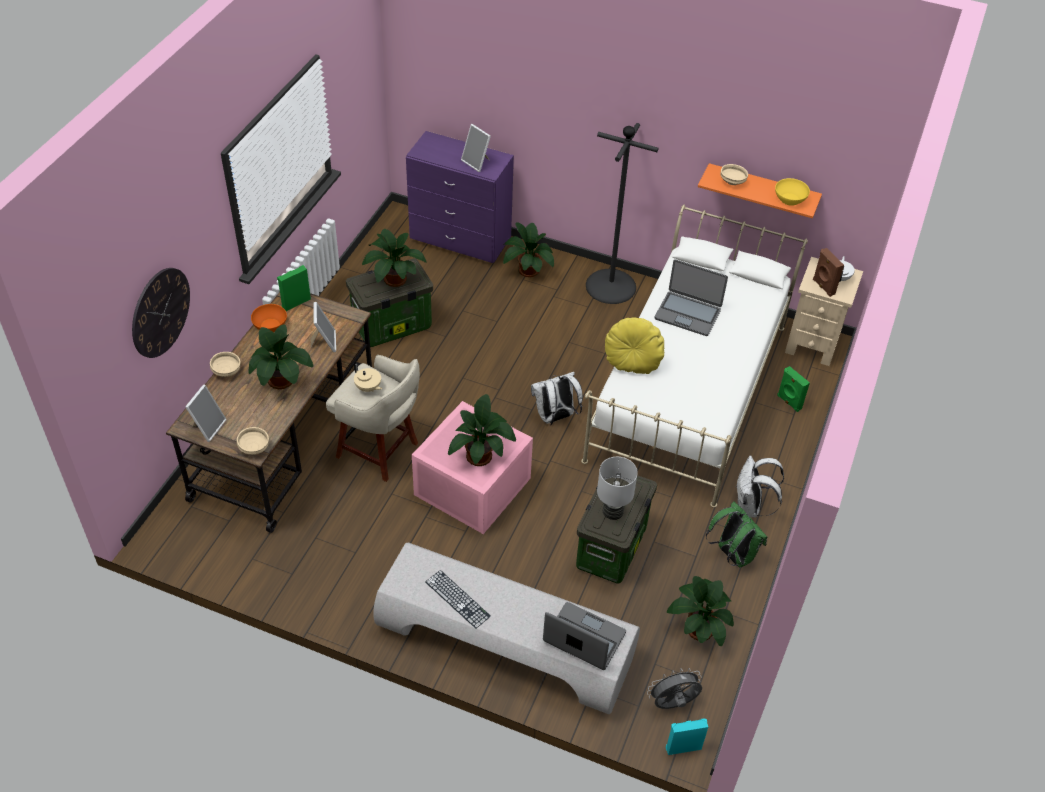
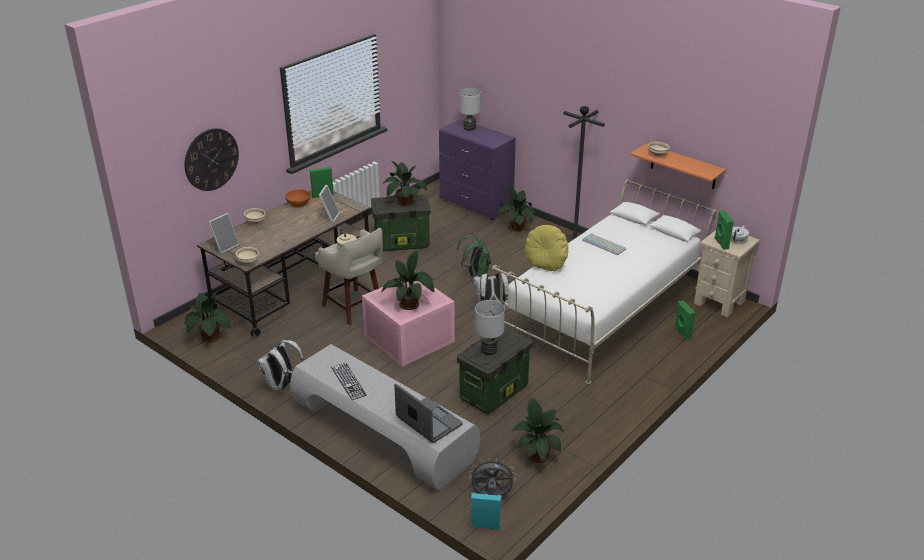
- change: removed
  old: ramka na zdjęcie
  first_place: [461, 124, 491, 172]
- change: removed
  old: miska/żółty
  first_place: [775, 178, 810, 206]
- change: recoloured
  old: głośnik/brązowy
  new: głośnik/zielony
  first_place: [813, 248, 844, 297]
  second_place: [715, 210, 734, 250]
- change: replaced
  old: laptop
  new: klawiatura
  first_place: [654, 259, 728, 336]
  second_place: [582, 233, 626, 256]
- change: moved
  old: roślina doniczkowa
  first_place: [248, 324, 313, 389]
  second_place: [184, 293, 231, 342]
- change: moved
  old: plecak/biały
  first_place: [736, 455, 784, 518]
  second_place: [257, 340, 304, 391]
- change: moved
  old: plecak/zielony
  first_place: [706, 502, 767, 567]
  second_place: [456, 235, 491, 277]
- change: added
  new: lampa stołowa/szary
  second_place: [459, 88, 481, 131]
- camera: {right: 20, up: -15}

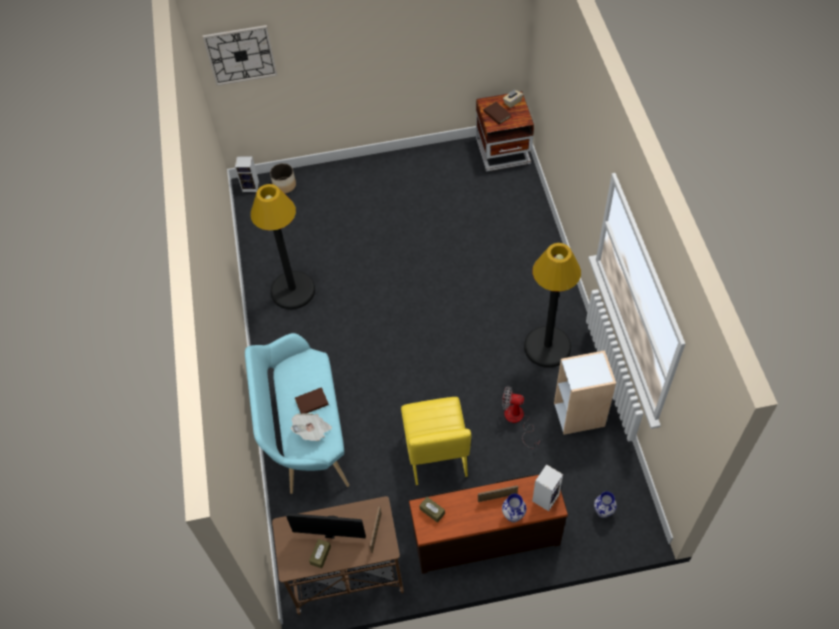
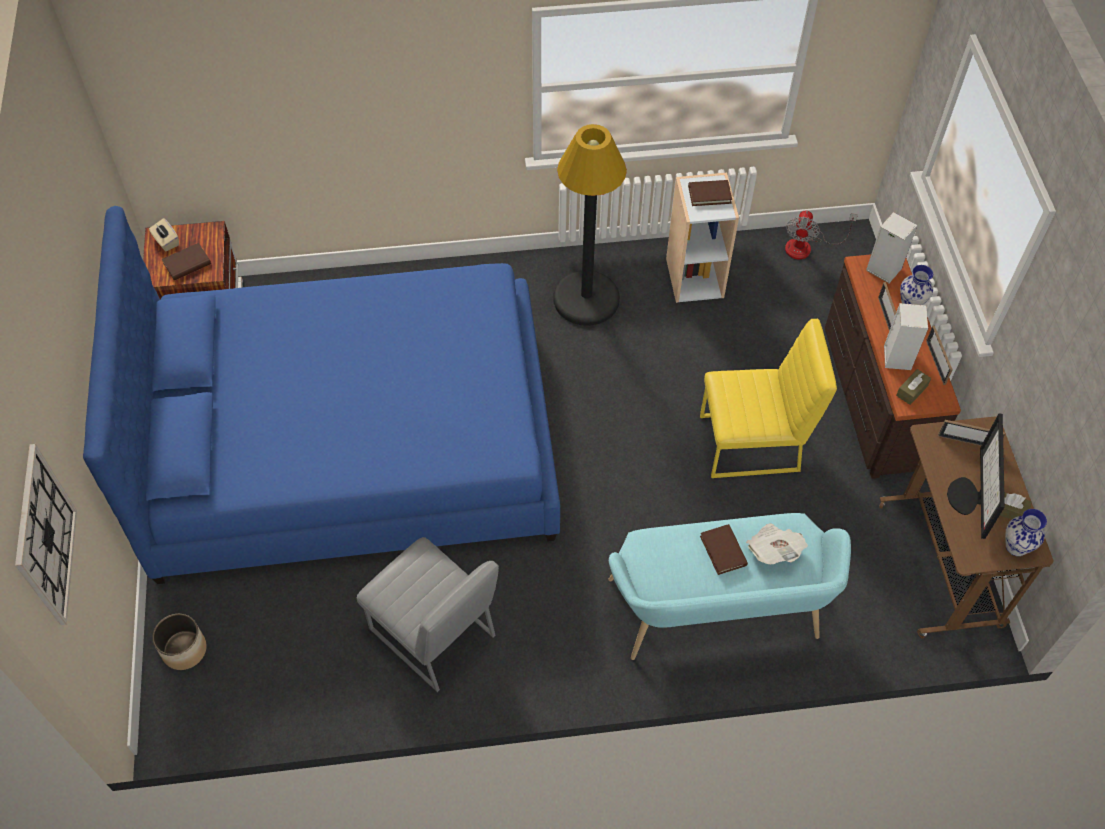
- change: moved
  old: głośnik
  first_place: [235, 156, 259, 192]
  second_place: [884, 303, 928, 370]
- change: replaced
  old: lampa stojąca/czarny
  new: krzesło/szary
  first_place: [251, 184, 315, 309]
  second_place: [357, 537, 499, 692]
- change: moved
  old: wentylator
  first_place: [502, 386, 540, 449]
  second_place: [785, 211, 858, 259]
- change: moved
  old: wazon
  first_place: [594, 491, 617, 518]
  second_place: [1005, 509, 1047, 556]
- change: added
  new: książka/brązowy
  second_place: [688, 180, 732, 206]
- change: added
  new: łóżko/niebieski
  second_place: [83, 206, 560, 584]
- change: added
  new: ramka na zdjęcie
  second_place: [926, 326, 953, 385]
- camera: {right: -90, up: 0}

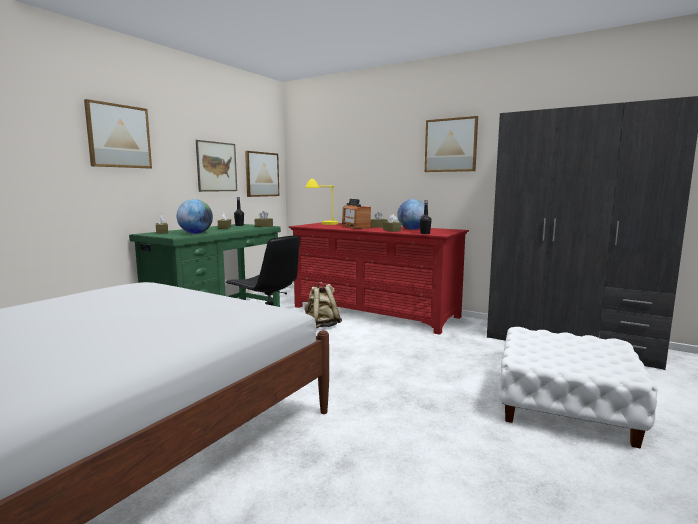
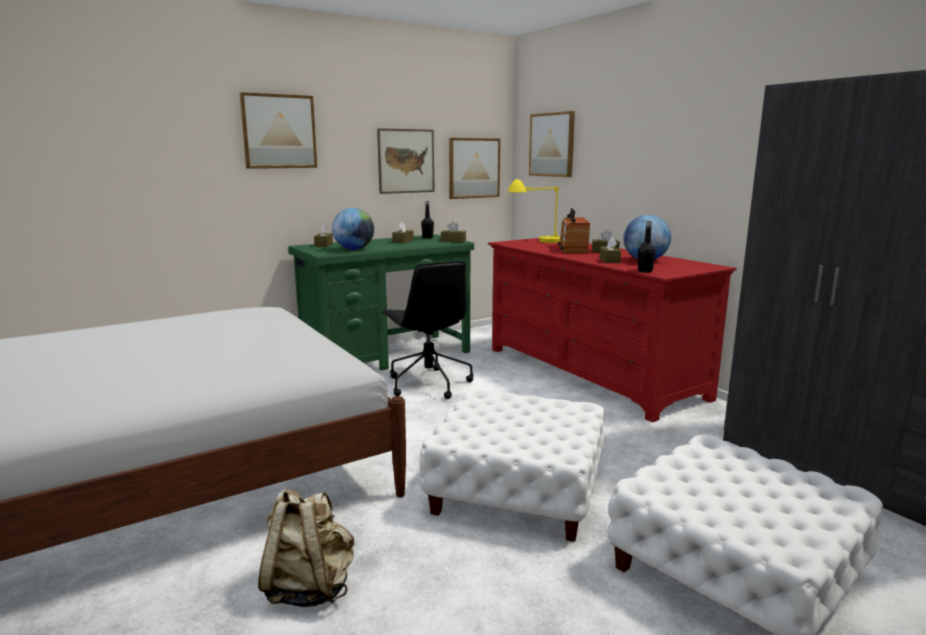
- change: moved
  old: obraz
  first_place: [425, 116, 478, 172]
  second_place: [529, 111, 575, 177]
- change: moved
  old: plecak/beżowy
  first_place: [304, 282, 342, 328]
  second_place: [258, 489, 354, 607]
- change: added
  new: pufa/biały
  second_place: [419, 389, 605, 542]
- camera: {right: 25, up: 5}

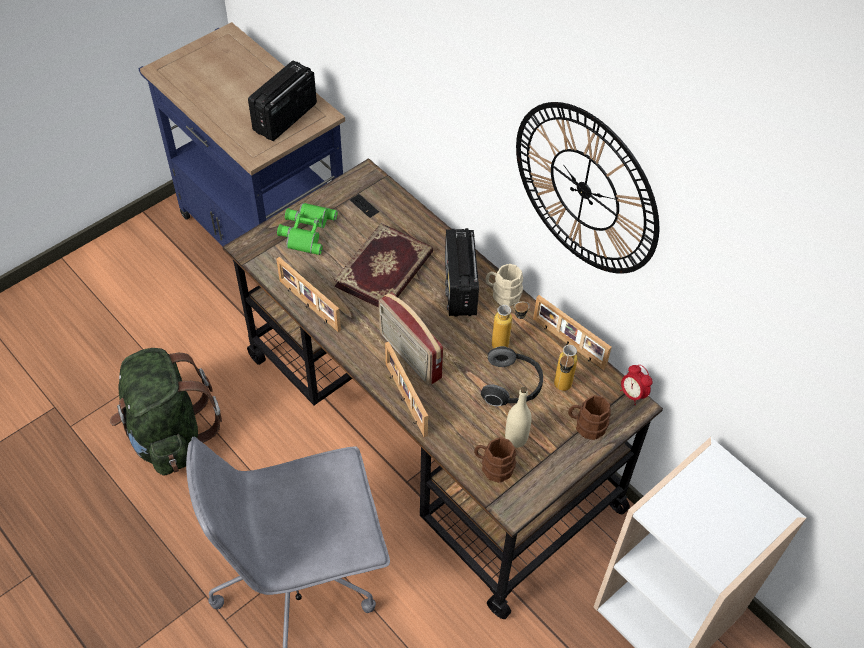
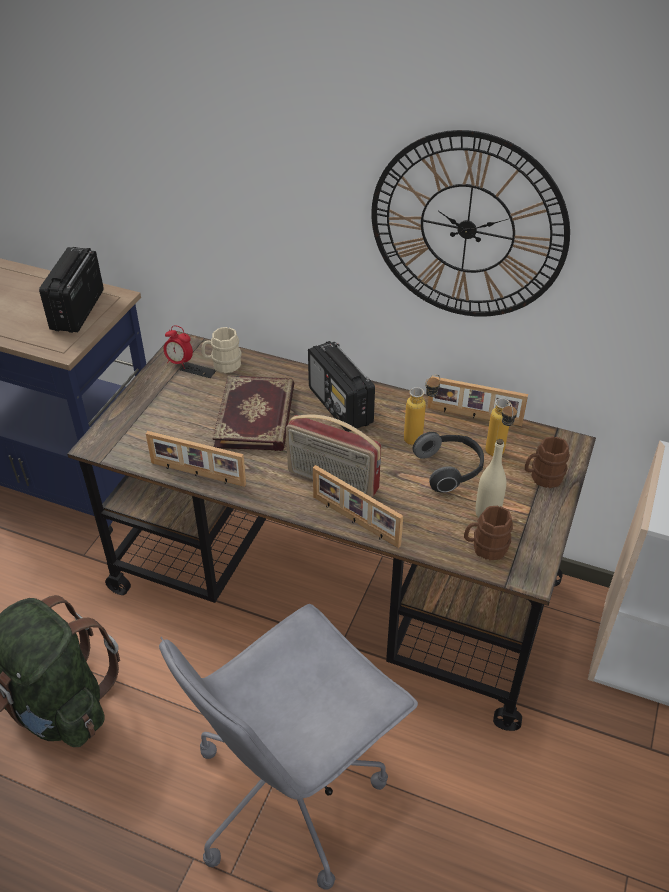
- change: removed
  old: lornetka/zielony
  first_place: [277, 203, 338, 255]
- change: moved
  old: kubek/beżowy
  first_place: [485, 264, 523, 306]
  second_place: [201, 327, 242, 373]
- change: moved
  old: budzik
  first_place: [620, 365, 653, 405]
  second_place: [164, 325, 193, 369]
- camera: {right: -25, up: -10}

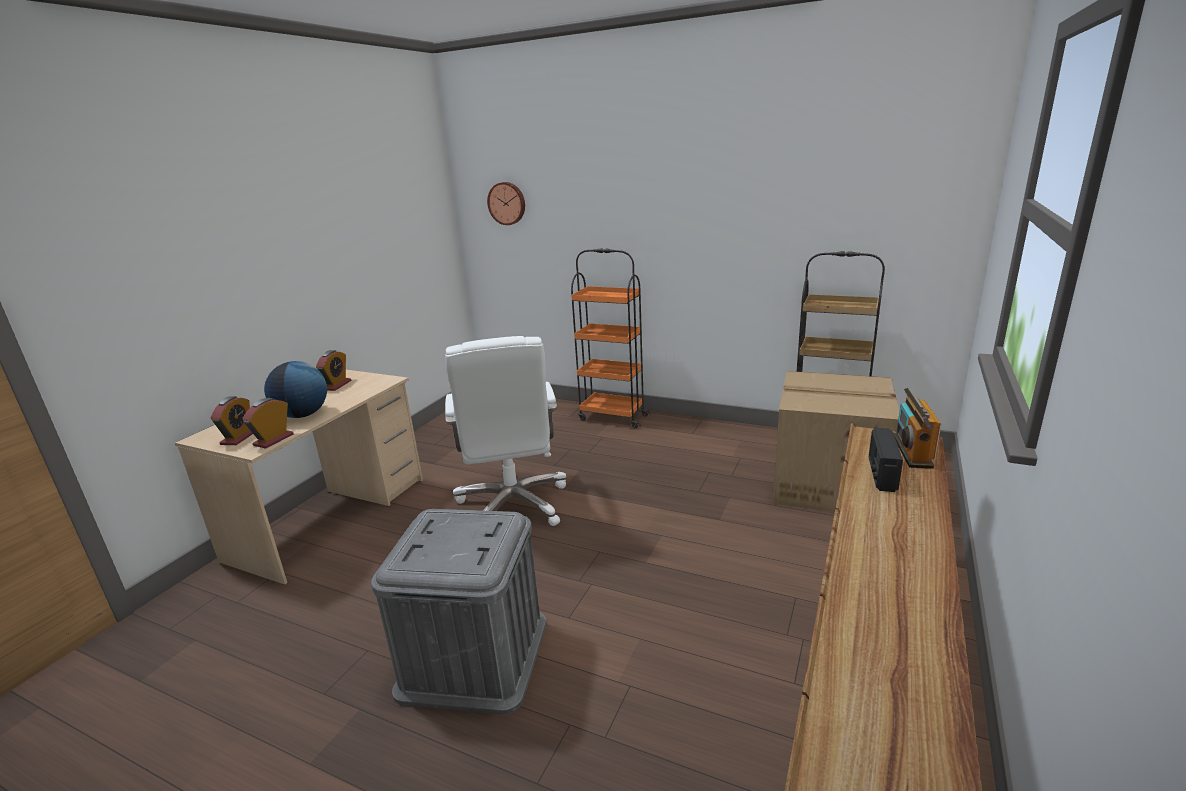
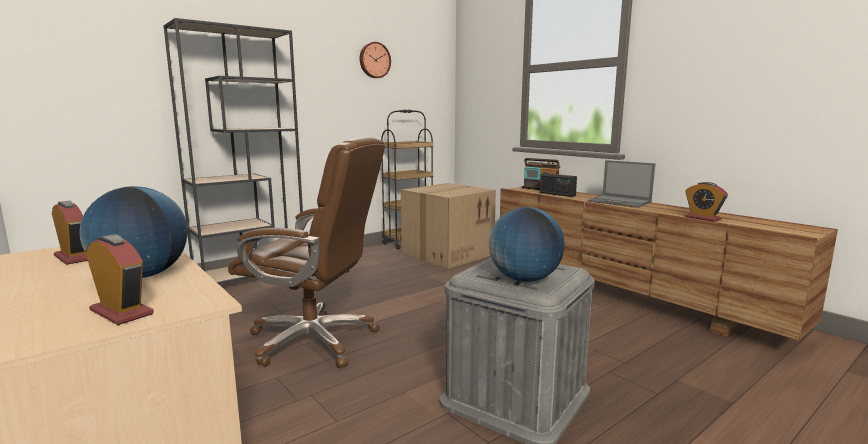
- change: moved
  old: zegar ścienny
  first_place: [487, 182, 525, 225]
  second_place: [360, 42, 391, 78]
- change: replaced
  old: wózek/pomarańczowy
  new: regał
  first_place: [571, 248, 651, 428]
  second_place: [163, 18, 303, 284]
- change: recoloured
  old: krzesło biurowe/biały
  new: krzesło biurowe/brązowy
  first_place: [445, 336, 566, 526]
  second_place: [228, 137, 385, 368]
- change: moved
  old: budzik
  first_place: [242, 398, 294, 449]
  second_place: [685, 182, 728, 222]
- change: added
  new: laptop
  second_place: [588, 160, 655, 208]
- change: added
  new: globus
  second_place: [489, 207, 564, 282]
- camera: {right: -65, up: -10}

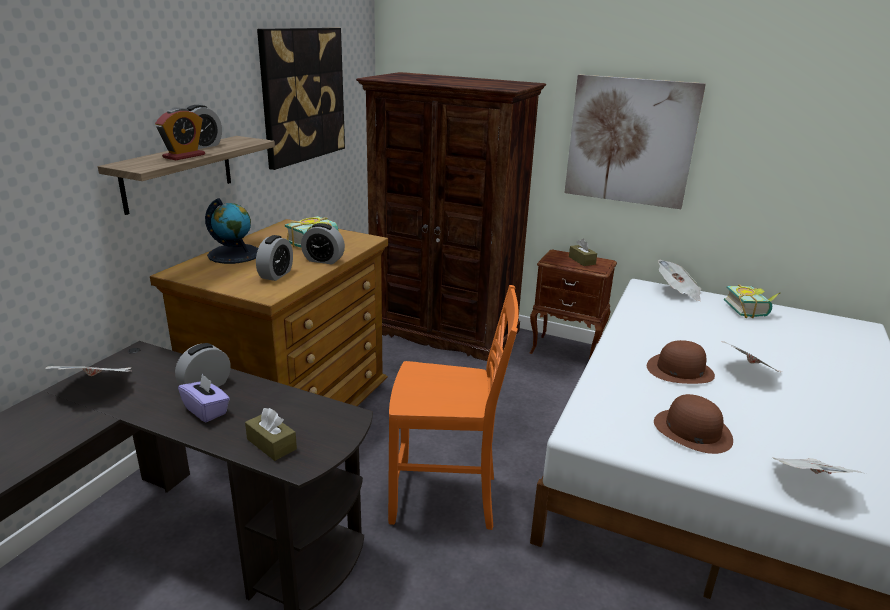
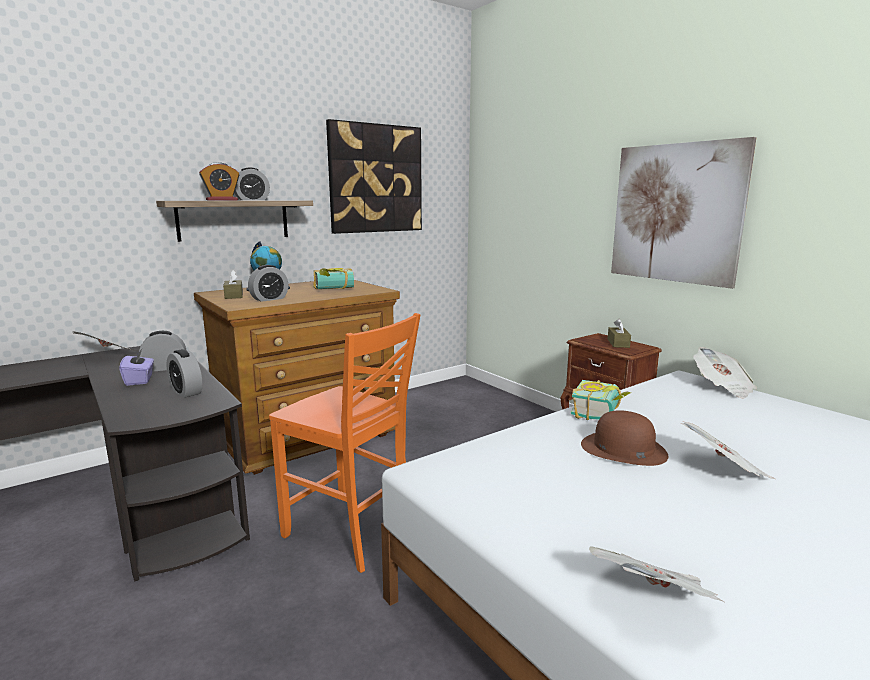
- change: removed
  old: szafa/brązowy
  first_place: [356, 72, 546, 361]
- change: moved
  old: budzik
  first_place: [301, 223, 345, 264]
  second_place: [167, 349, 202, 398]
- change: moved
  old: książka
  first_place: [724, 284, 780, 318]
  second_place: [571, 380, 631, 420]
- change: removed
  old: kapelusz/brązowy
  first_place: [654, 394, 733, 454]
- change: moved
  old: pudełko chusteczek/brązowy
  first_place: [245, 408, 297, 461]
  second_place: [223, 270, 243, 299]
- camera: {right: 30, up: -10}

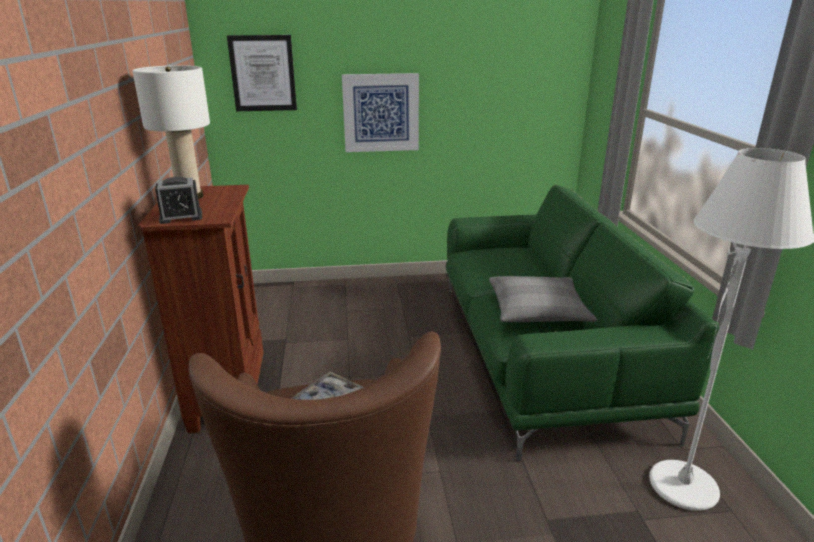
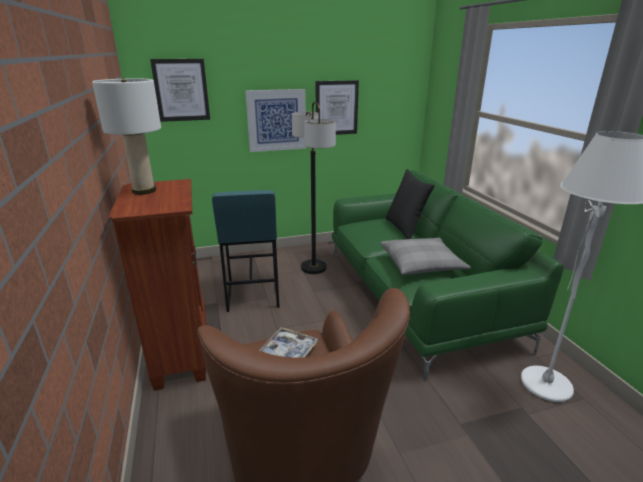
- change: removed
  old: budzik
  first_place: [155, 177, 202, 224]
- change: added
  new: obraz
  second_place: [316, 80, 359, 135]
- change: added
  new: lampa stojąca
  second_place: [292, 102, 336, 274]
- change: added
  new: poduszka/czarny
  second_place: [386, 169, 435, 239]
- change: added
  new: stołek/turkusowy
  second_place: [212, 190, 280, 312]
- camera: {right: -10, up: 0}

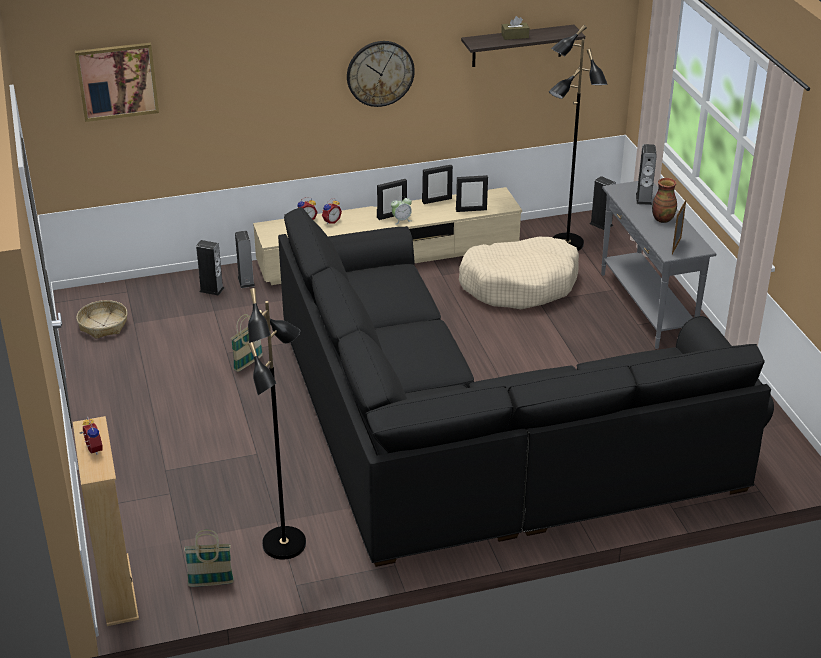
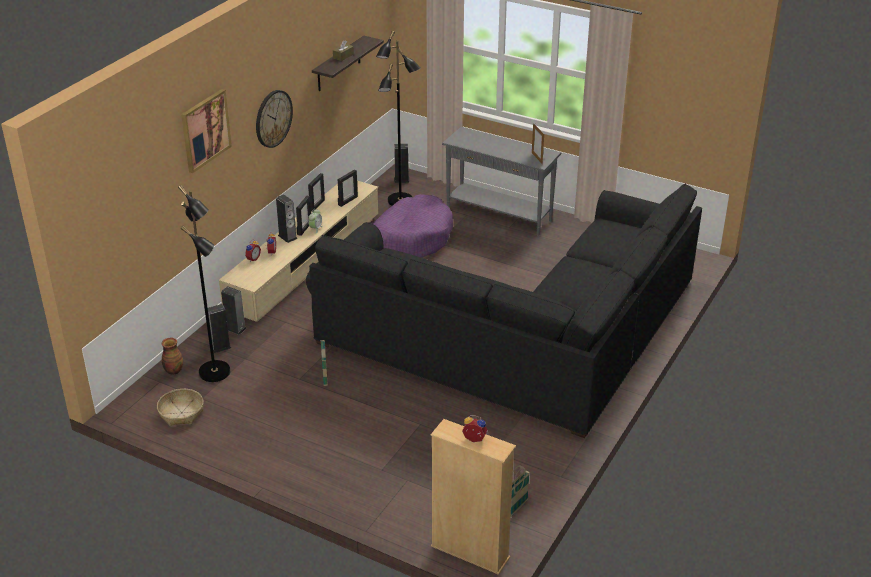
- change: moved
  old: obraz
  first_place: [75, 43, 159, 122]
  second_place: [181, 89, 232, 173]
- change: moved
  old: głośnik
  first_place: [636, 144, 657, 205]
  second_place: [276, 194, 297, 243]
- change: moved
  old: wazon
  first_place: [652, 178, 677, 223]
  second_place: [162, 338, 183, 375]
- change: recoloured
  old: legowisko/beżowy
  new: legowisko/fioletowy
  first_place: [459, 237, 579, 309]
  second_place: [373, 194, 453, 258]
- change: moved
  old: lampa stojąca/czarny
  first_place: [248, 288, 306, 560]
  second_place: [178, 185, 230, 382]
- camera: {right: -45, up: 0}

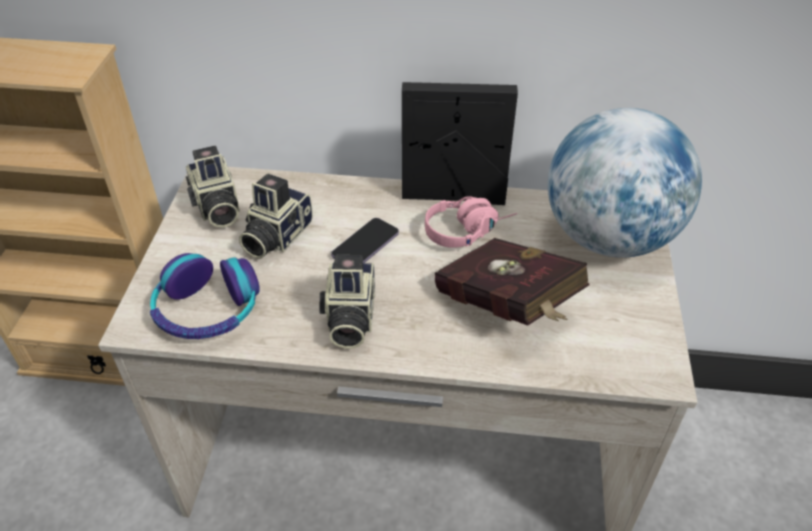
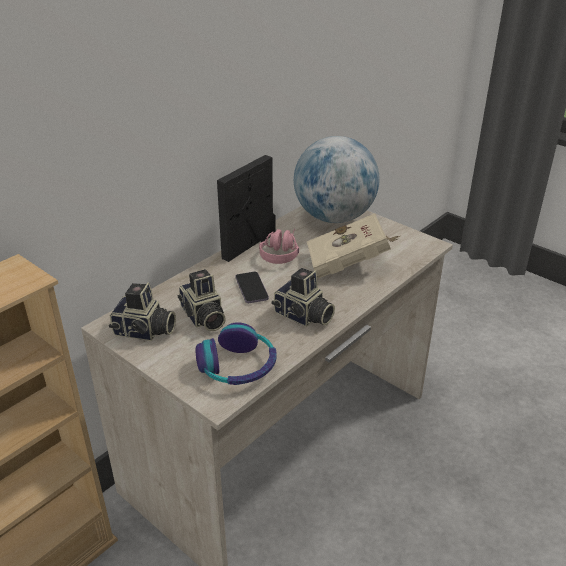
- change: recoloured
  old: książka/czerwony
  new: książka/beżowy
  first_place: [435, 238, 589, 326]
  second_place: [307, 213, 400, 279]
- camera: {right: -55, up: -10}

